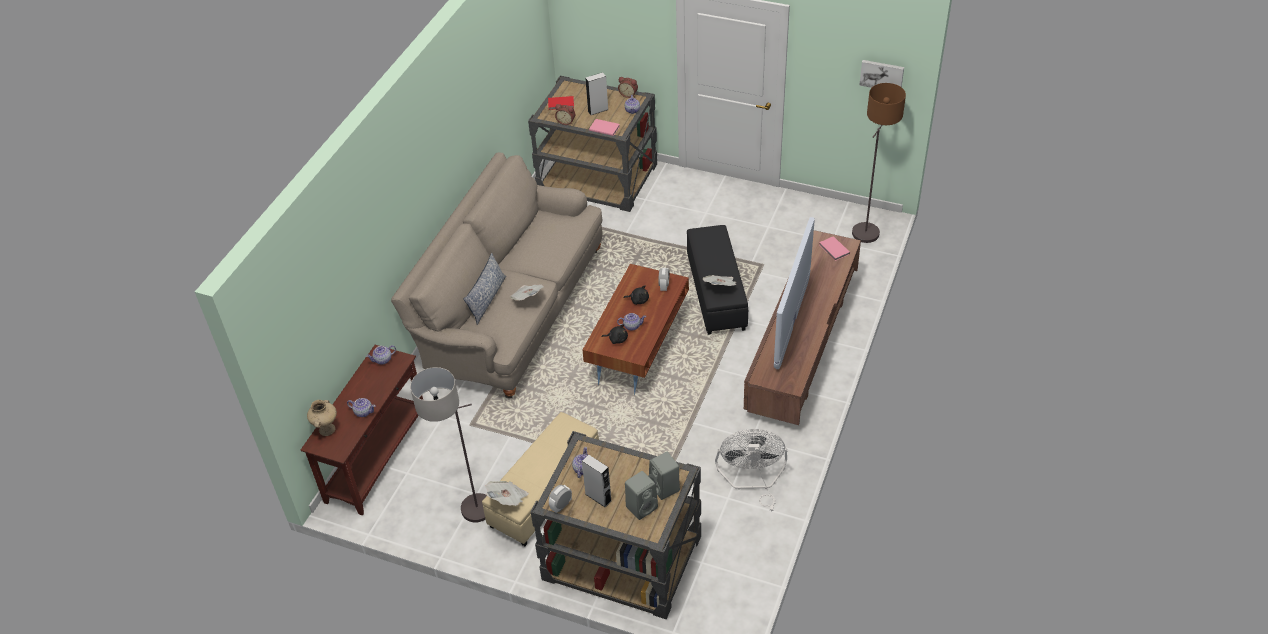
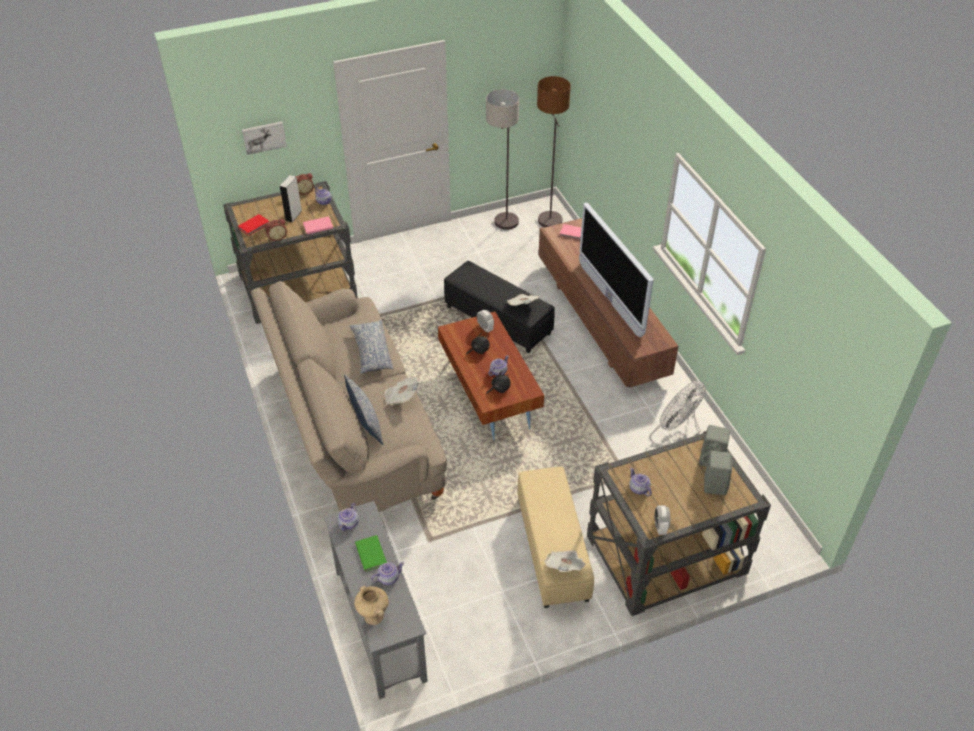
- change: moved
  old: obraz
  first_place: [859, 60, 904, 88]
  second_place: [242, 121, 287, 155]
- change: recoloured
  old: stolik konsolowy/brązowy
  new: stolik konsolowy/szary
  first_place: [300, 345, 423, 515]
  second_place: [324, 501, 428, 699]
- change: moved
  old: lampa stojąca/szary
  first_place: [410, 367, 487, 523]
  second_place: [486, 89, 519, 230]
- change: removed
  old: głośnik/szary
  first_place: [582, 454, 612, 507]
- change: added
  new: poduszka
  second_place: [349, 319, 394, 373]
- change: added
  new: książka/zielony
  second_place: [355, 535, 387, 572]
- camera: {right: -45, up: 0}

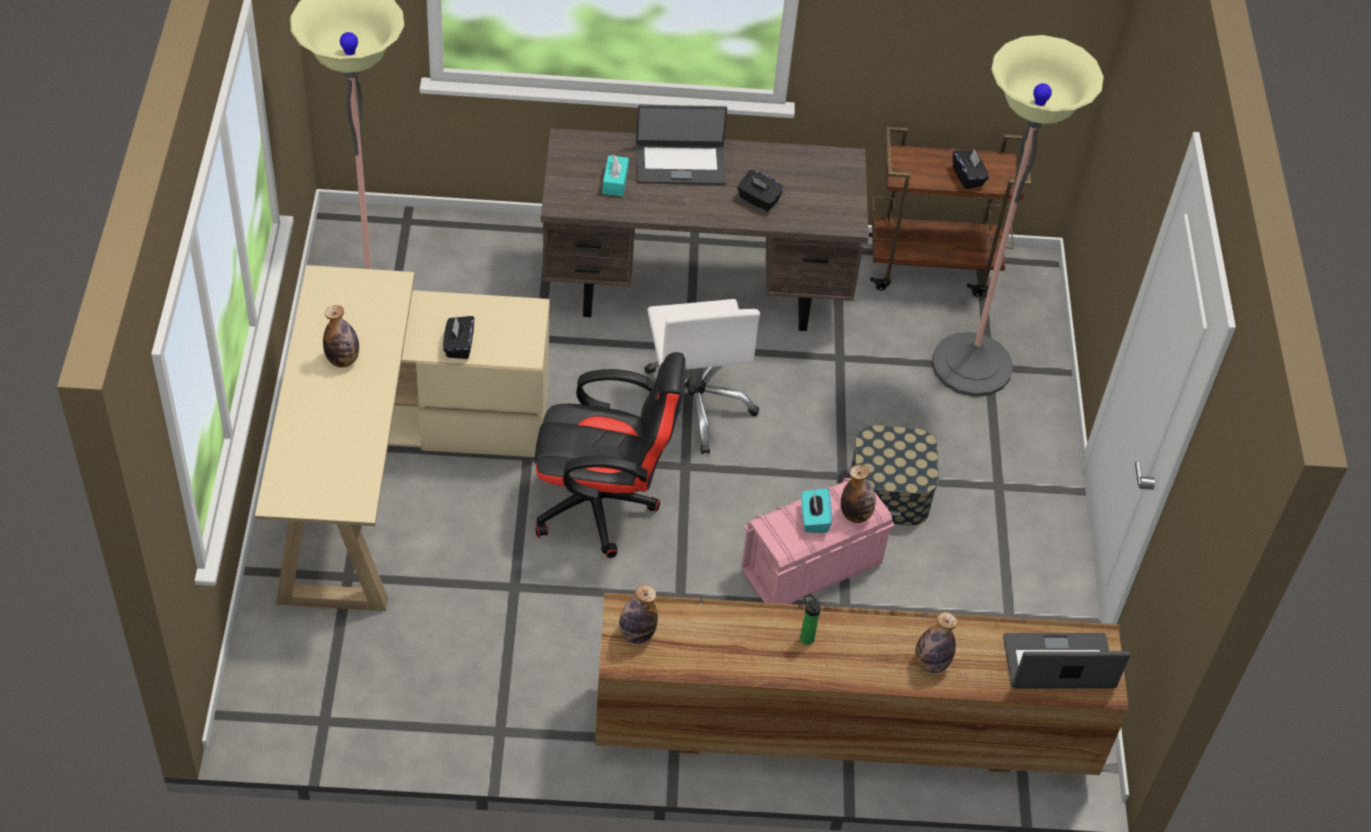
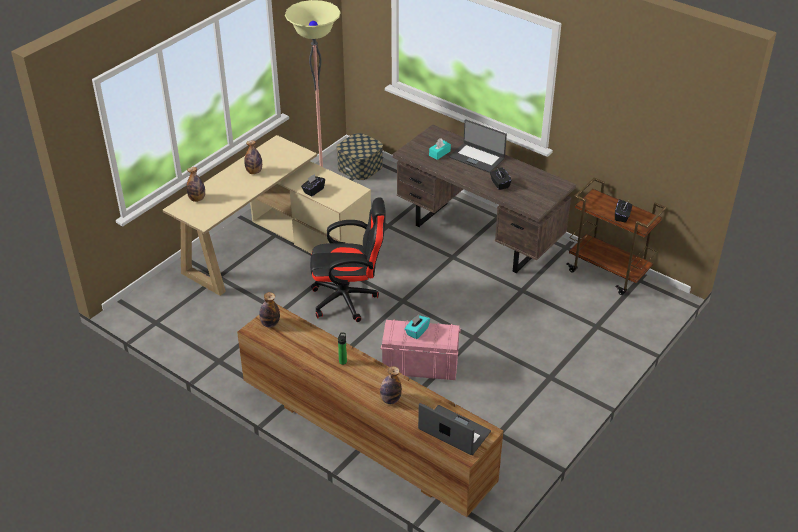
- change: removed
  old: lampa stojąca
  first_place: [932, 35, 1104, 397]
- change: removed
  old: krzesło biurowe/biały
  first_place: [640, 299, 760, 454]
- change: turned
  old: krzesło biurowe/czarny
  first_place: [535, 352, 686, 558]
  second_place: [310, 197, 386, 322]
  degrees: -45
- change: moved
  old: pojemnik do przechowywania
  first_place: [850, 425, 939, 525]
  second_place: [336, 133, 383, 180]
- change: moved
  old: butelka
  first_place: [841, 465, 876, 523]
  second_place: [186, 167, 205, 202]
- camera: {right: 40, up: -10}

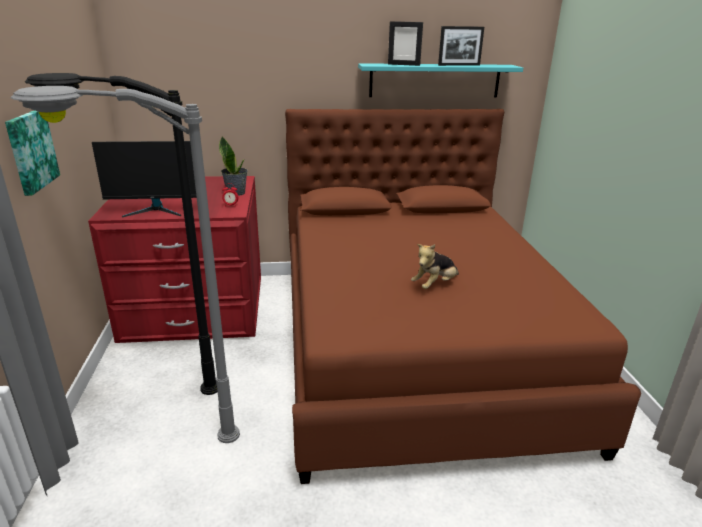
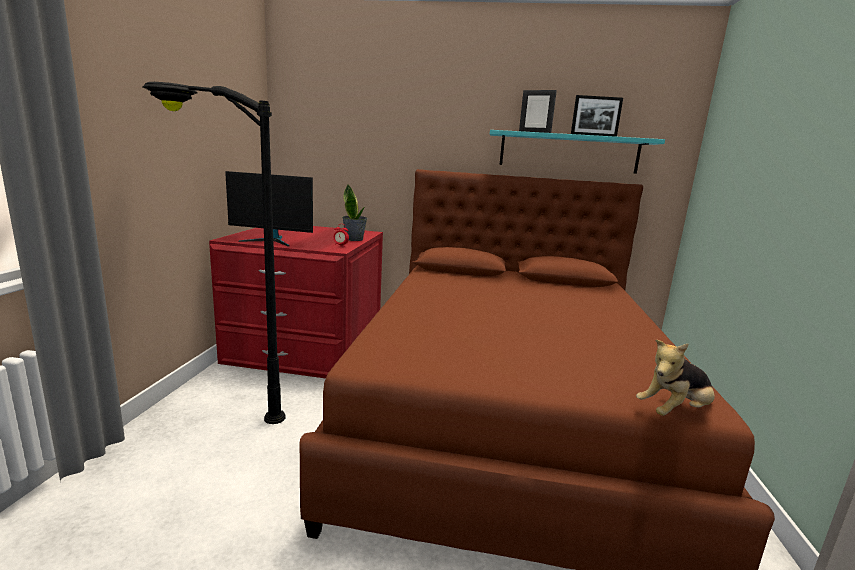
- change: removed
  old: lampa stojąca/szary
  first_place: [11, 86, 240, 443]
- change: removed
  old: obraz
  first_place: [5, 110, 60, 196]
- change: moved
  old: pluszak
  first_place: [411, 244, 459, 289]
  second_place: [636, 340, 714, 416]
- camera: {right: 15, up: -10}

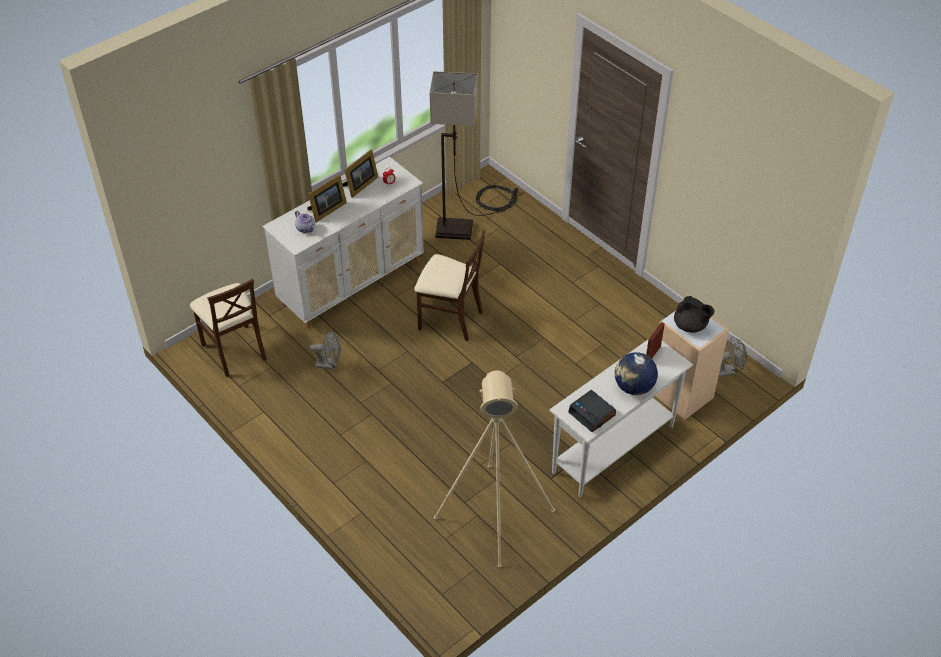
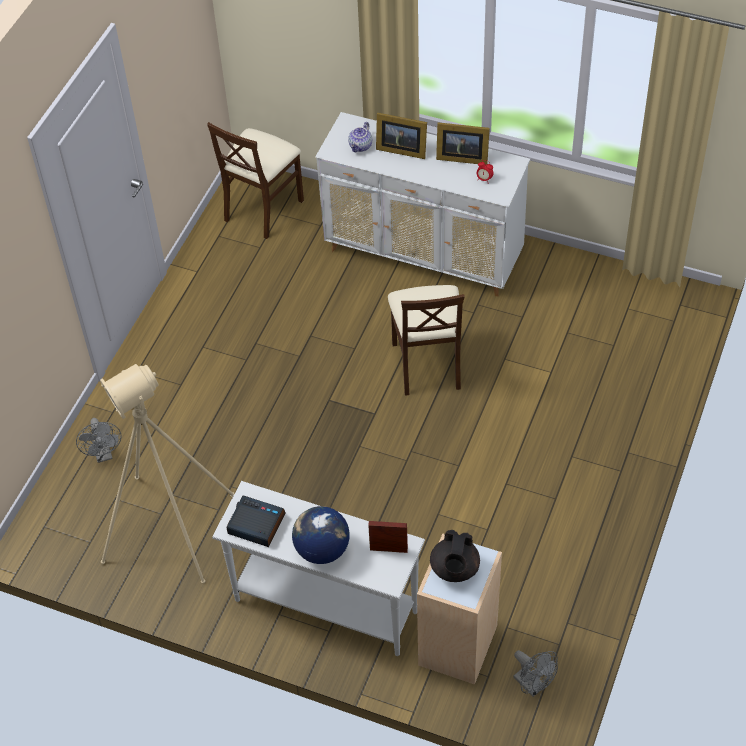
- change: removed
  old: lampa stojąca
  first_place: [430, 71, 518, 240]
- change: moved
  old: wentylator/szary
  first_place: [310, 331, 341, 370]
  second_place: [76, 418, 121, 463]
- change: turned
  old: budzik
  first_place: [568, 390, 616, 432]
  second_place: [227, 495, 285, 547]
  degrees: 90
- camera: {right: 65, up: 5}

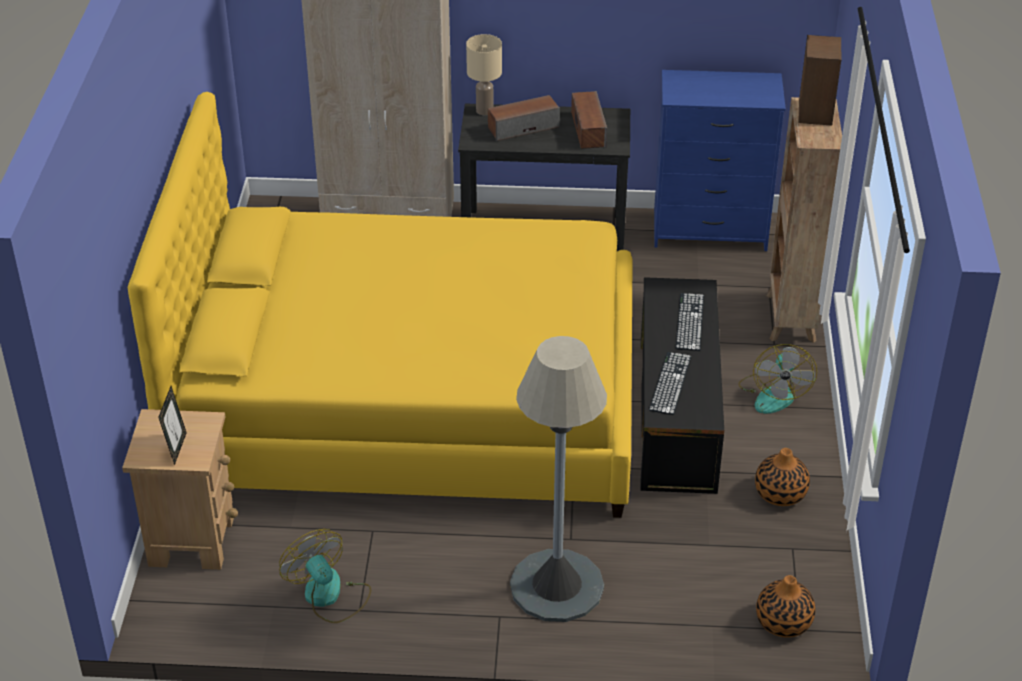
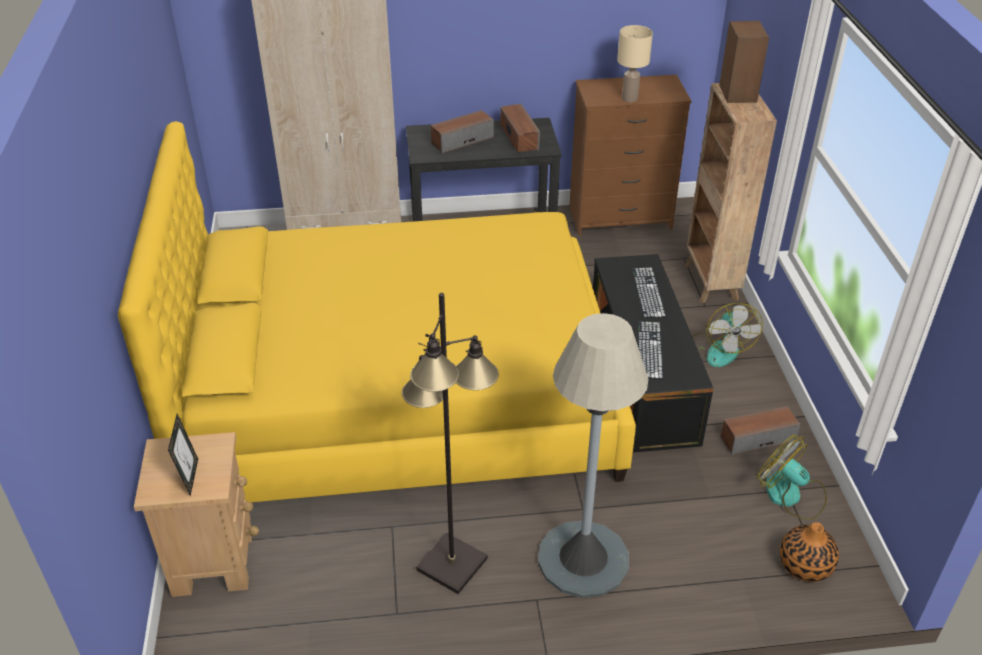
- change: moved
  old: lampa stołowa/beżowy
  first_place: [466, 34, 502, 115]
  second_place: [617, 25, 653, 102]
- change: recoloured
  old: komoda/niebieski
  new: komoda/brązowy
  first_place: [654, 70, 786, 251]
  second_place: [569, 75, 691, 236]
- change: replaced
  old: wazon
  new: głośnik
  first_place: [755, 448, 810, 506]
  second_place: [721, 406, 801, 455]
- change: moved
  old: wentylator
  first_place: [279, 529, 371, 623]
  second_place: [757, 435, 827, 520]
- change: added
  new: lampa stojąca/czarny
  second_place: [402, 293, 499, 594]
- camera: {right: -10, up: 0}

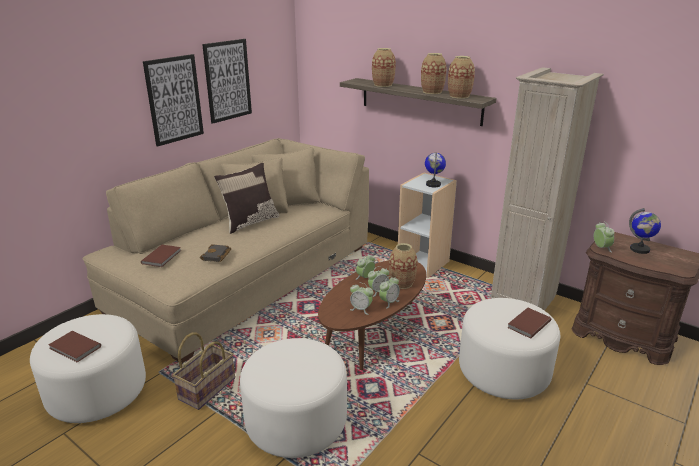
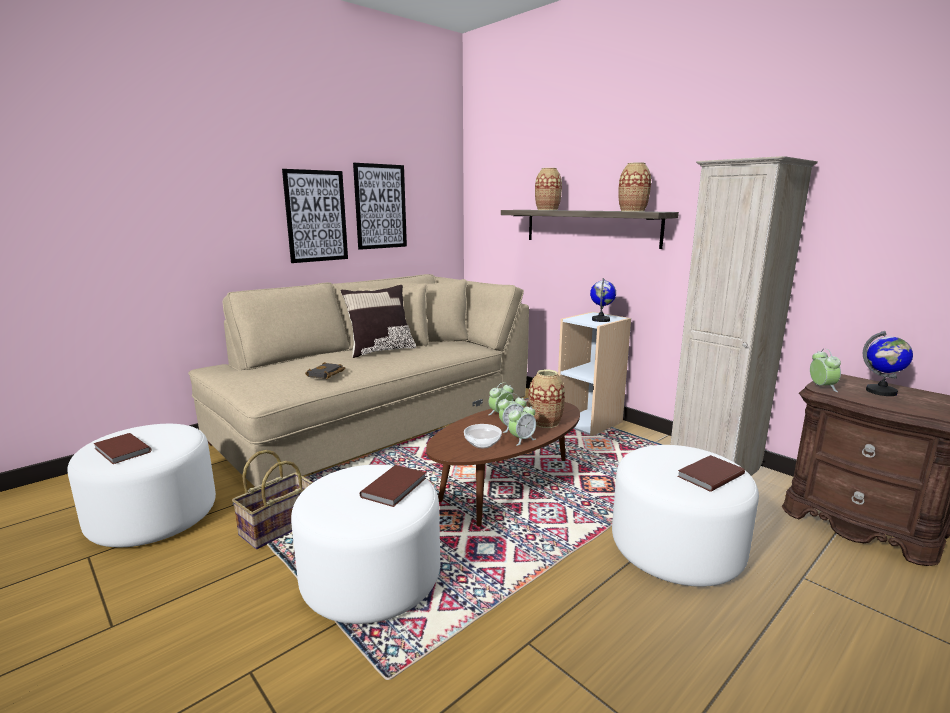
- change: removed
  old: wazon
  first_place: [421, 53, 447, 94]
- change: moved
  old: książka/brązowy
  first_place: [141, 245, 181, 267]
  second_place: [360, 465, 426, 507]
- change: replaced
  old: budzik
  new: miska
  first_place: [350, 283, 373, 315]
  second_place: [464, 424, 502, 448]
- camera: {right: 10, up: -10}

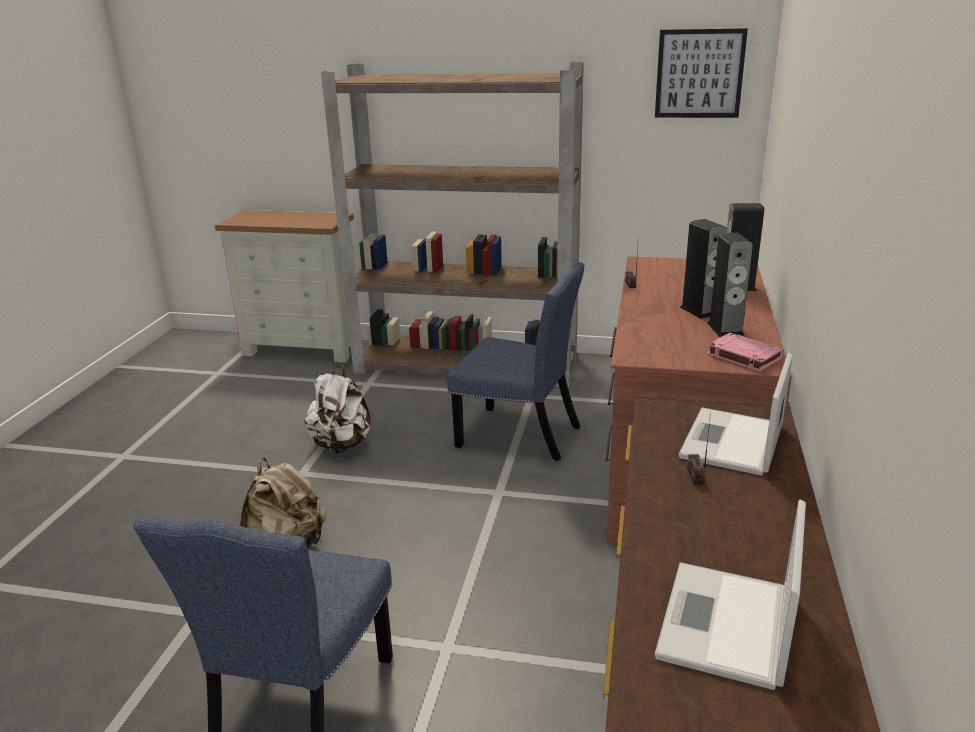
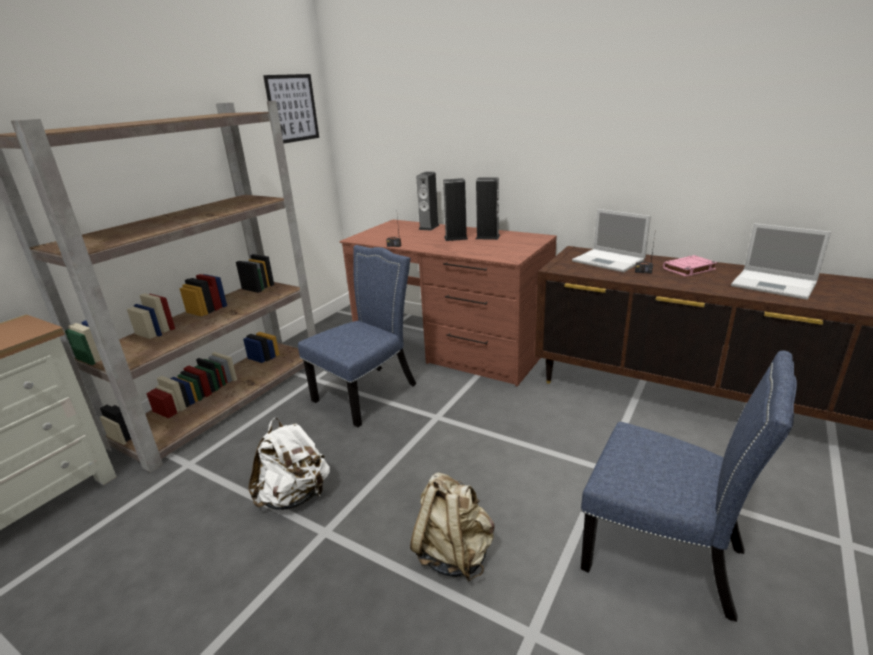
- change: moved
  old: książka/różowy
  first_place: [707, 333, 784, 372]
  second_place: [663, 255, 717, 277]
- camera: {right: -70, up: 0}

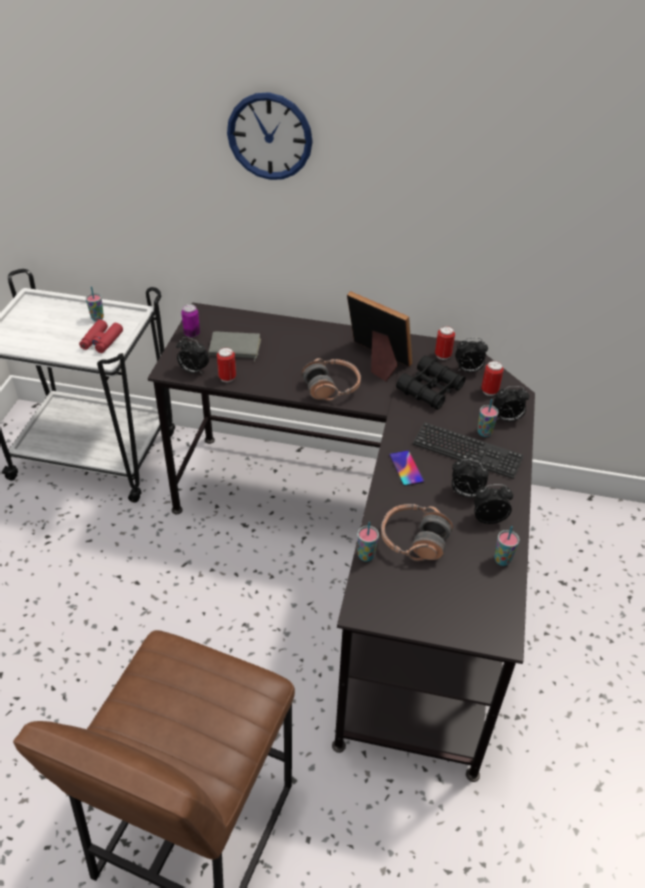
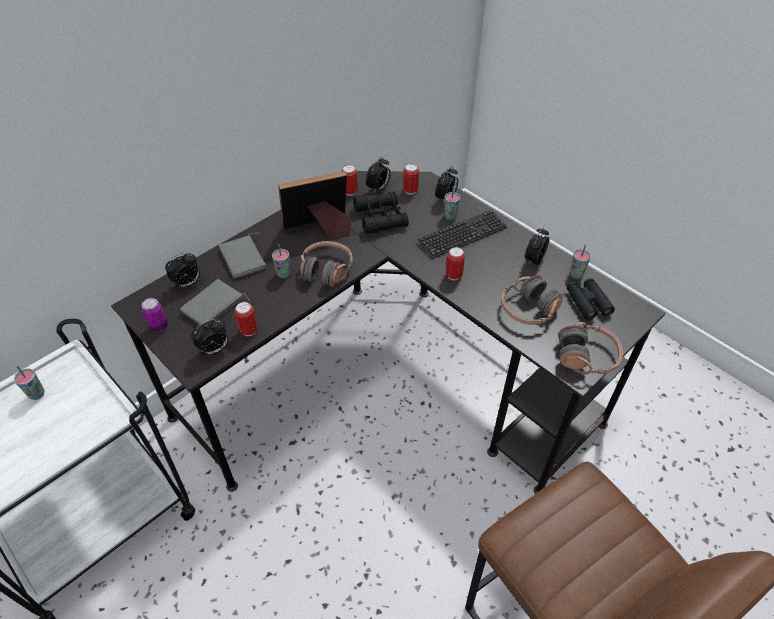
- change: removed
  old: zegar ścienny
  first_place: [227, 92, 313, 180]
- change: removed
  old: lornetka/czerwony
  first_place: [79, 319, 123, 353]
- change: replaced
  old: telefon
  new: puszka
  first_place: [389, 451, 424, 486]
  second_place: [446, 247, 465, 280]
- change: moved
  old: budzik
  first_place: [452, 459, 489, 498]
  second_place: [165, 252, 200, 289]
- change: moved
  old: filiżanka
  first_place: [357, 522, 379, 562]
  second_place: [272, 244, 290, 278]
- change: added
  new: książka/szary
  second_place: [219, 233, 266, 279]
- change: added
  new: lornetka/czarny
  second_place: [567, 278, 615, 320]
- change: added
  new: słuchawki
  second_place: [558, 322, 623, 375]
- camera: {right: -55, up: 5}

